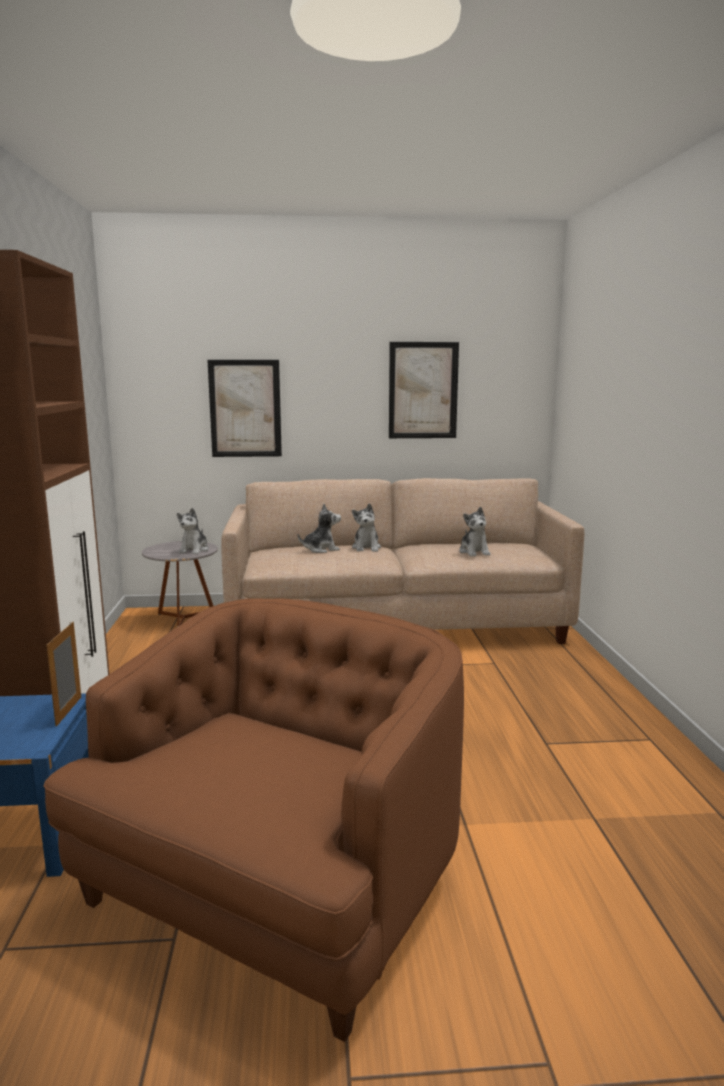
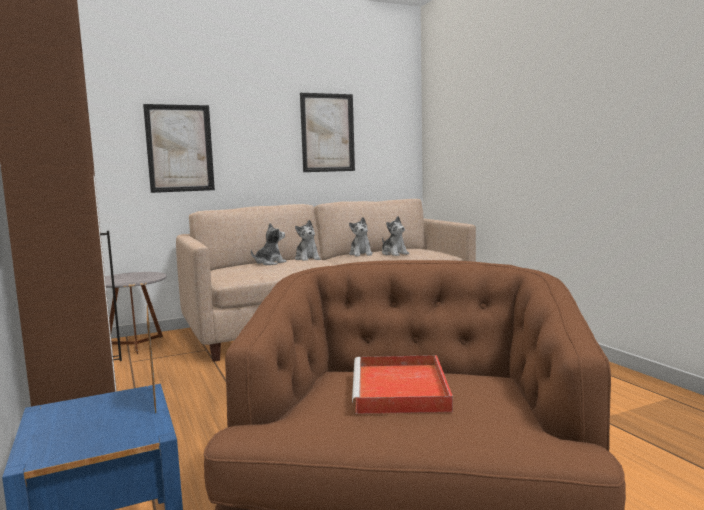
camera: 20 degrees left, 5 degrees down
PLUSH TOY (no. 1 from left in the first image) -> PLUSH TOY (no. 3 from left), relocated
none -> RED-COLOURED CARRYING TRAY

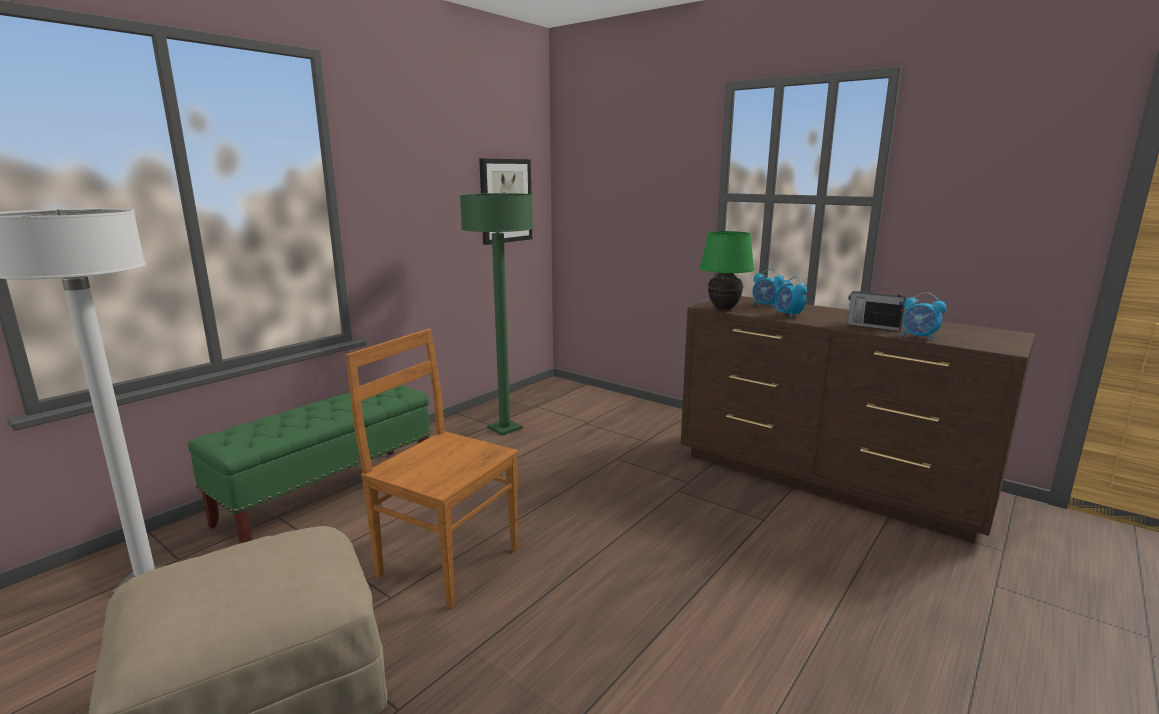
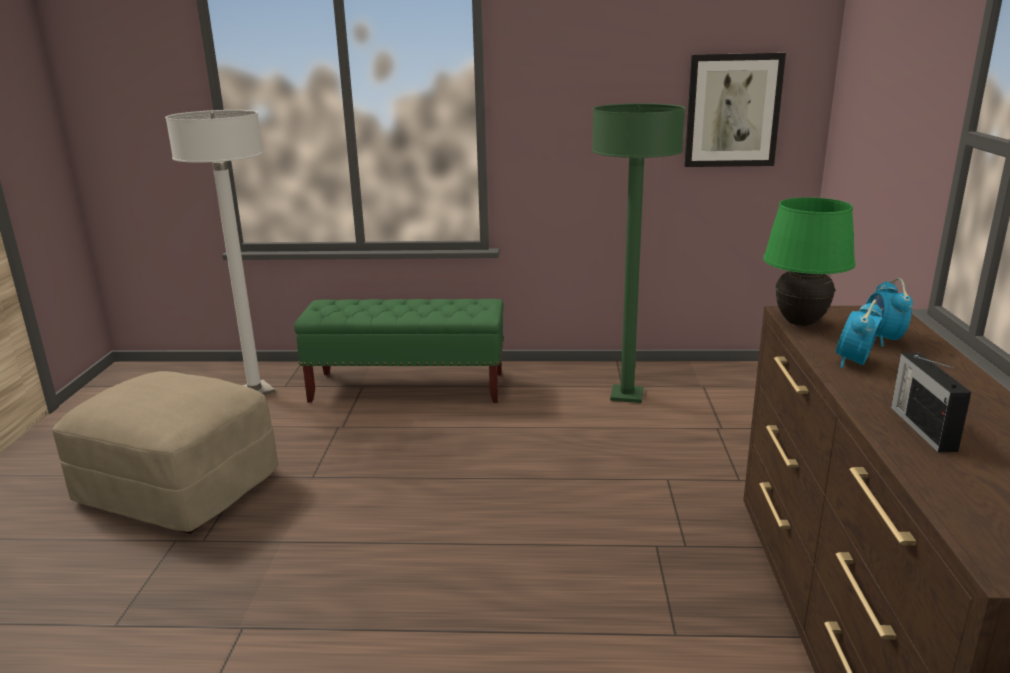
camera: 55 degrees right, 5 degrees up
BROWN-COLOURED CHAIR -> none
ALARM CLOCK (no. 3 from left) -> none

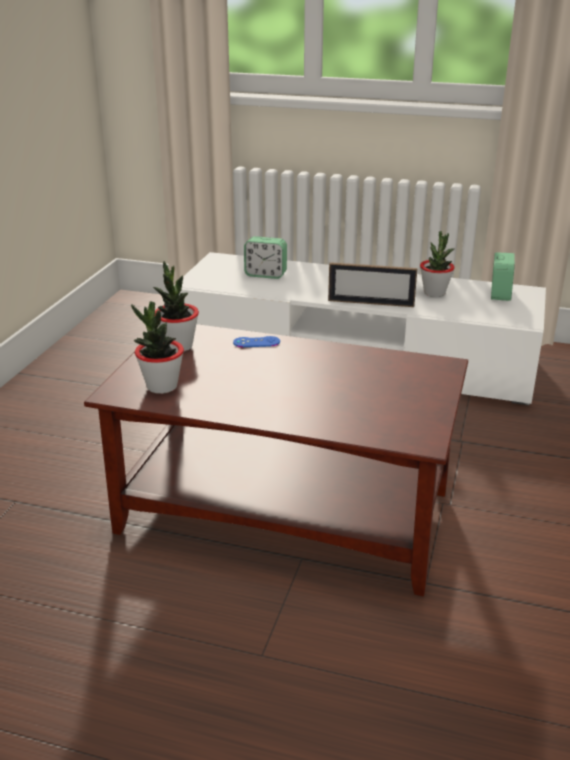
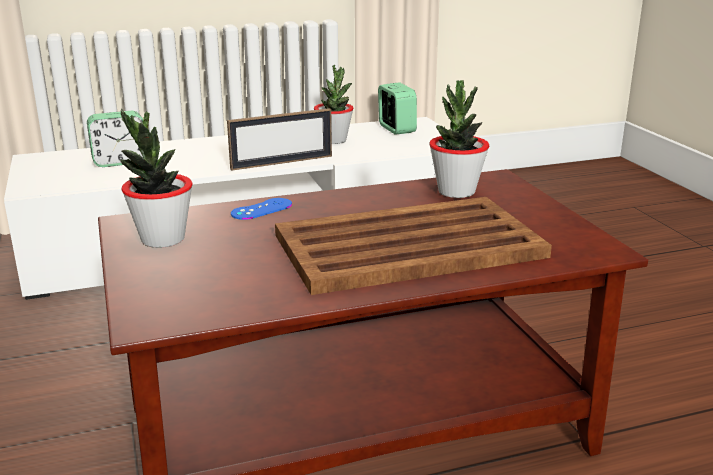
camera: 35 degrees left, 5 degrees down
HOUSEPLANT (no. 1 from left in the first image) -> HOUSEPLANT (no. 3 from left), relocated
none -> BROWN-COLOURED CARRYING TRAY

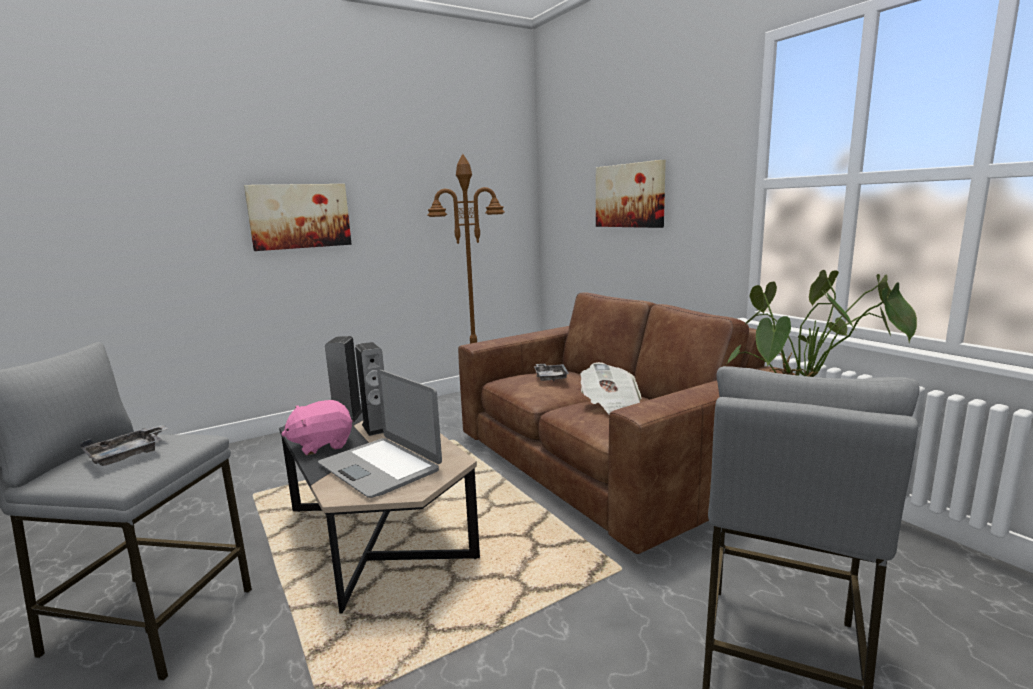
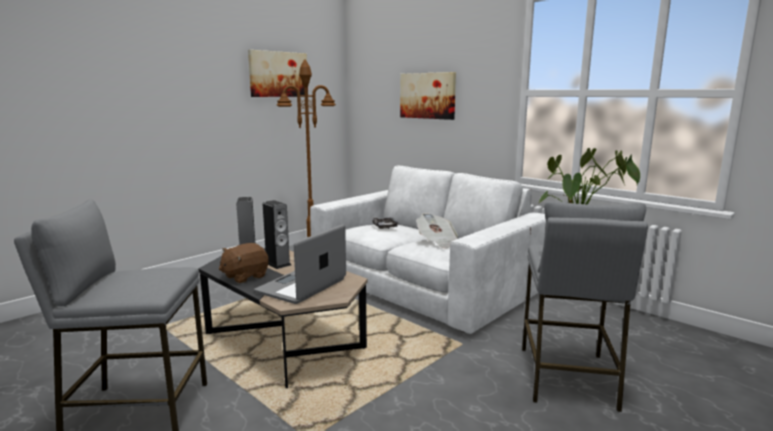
camera: 15 degrees left, 0 degrees up
GREYISH CARRYING TRAY (no. 1 from left) -> none
WALL PICTURE (no. 1 from left), relocated
PINK PLUSH TOY -> BROWN-COLOURED PLUSH TOY
LAPTOP, 90 degrees clockwise
BROWN-COLOURED COUCH -> WHITE COUCH

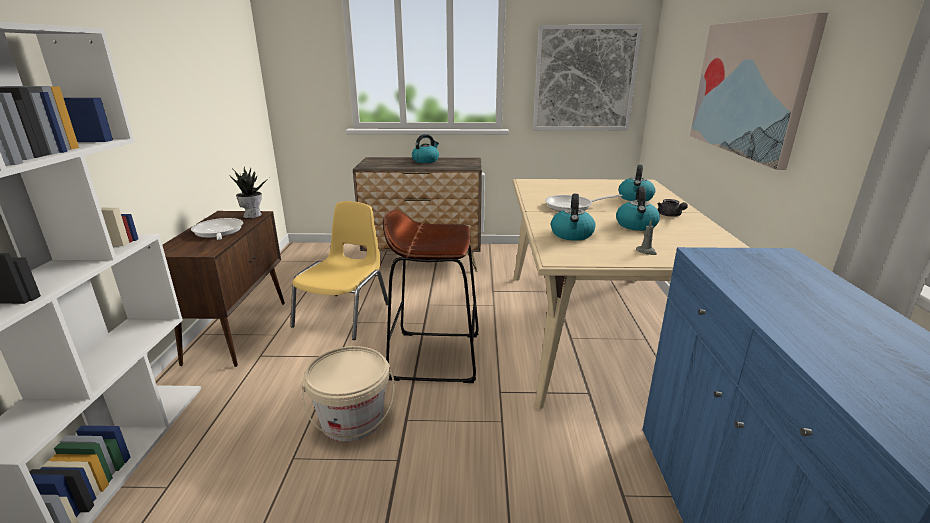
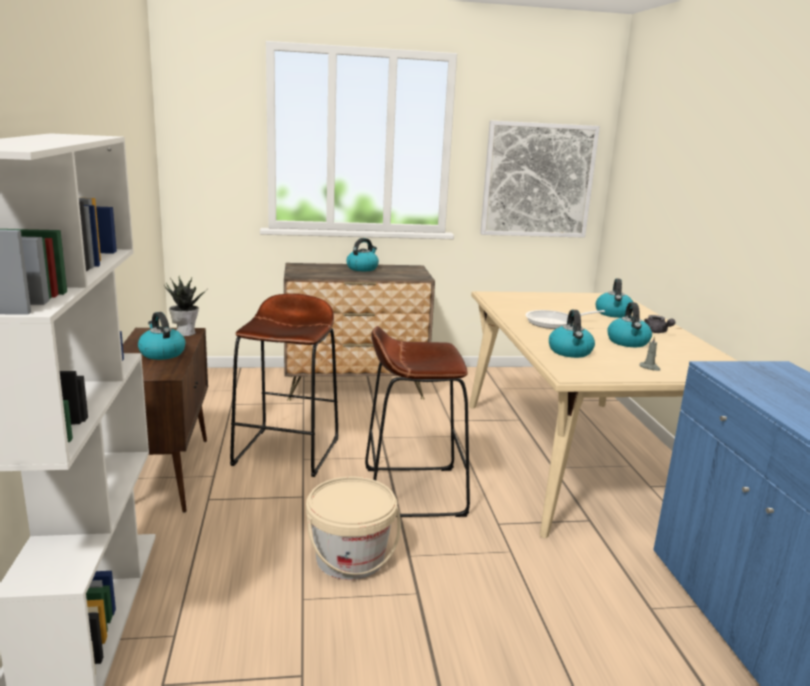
camera: 10 degrees left, 5 degrees down
PAN (no. 1 from left) -> KETTLE (no. 1 from left)
YELLOW-COLOURED CHAIR -> BROWN-COLOURED STOOL SEAT (no. 1 from left)
WALL PICTURE (no. 2 from left) -> none

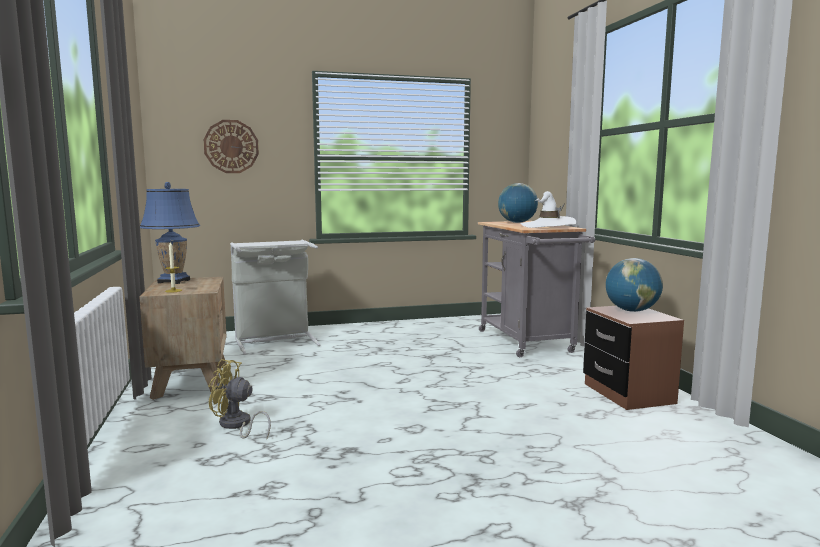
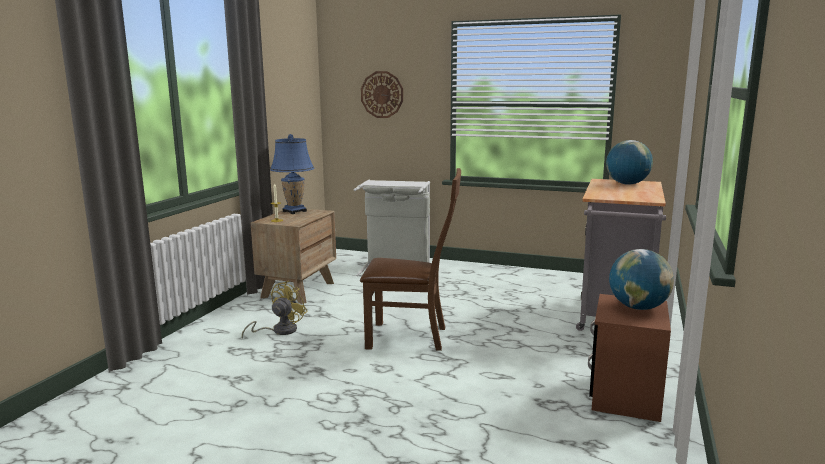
camera: 35 degrees right, 5 degrees up
YELLOW-COLOURED FAN, 75 degrees clockwise
WHITE HAT -> none
none -> BROWN-COLOURED CHAIR

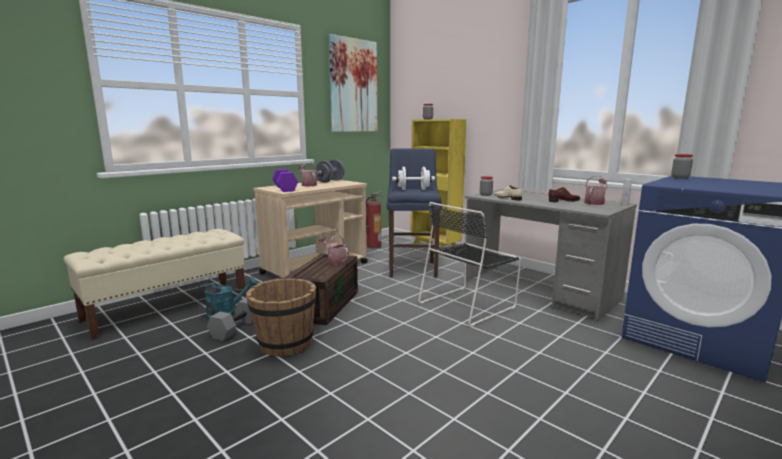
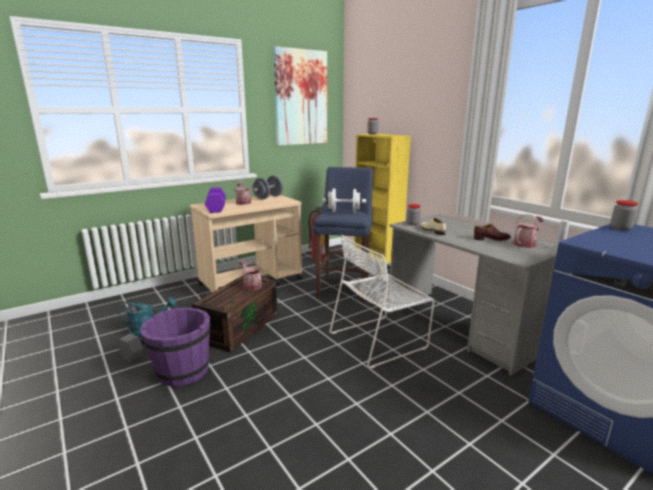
camera: 10 degrees right, 5 degrees up
BEIGE INDOOR BENCH -> none
BROWN-COLOURED BUCKET -> PURPLE BUCKET
BLACK CHAIR -> WHITE CHAIR

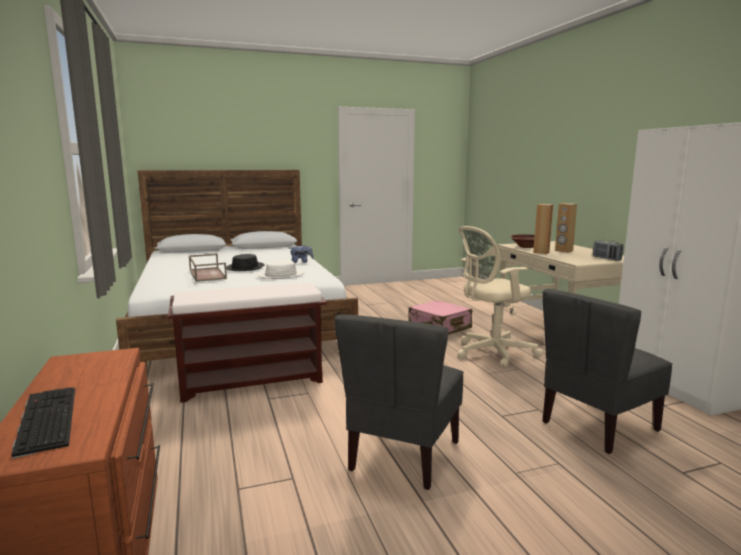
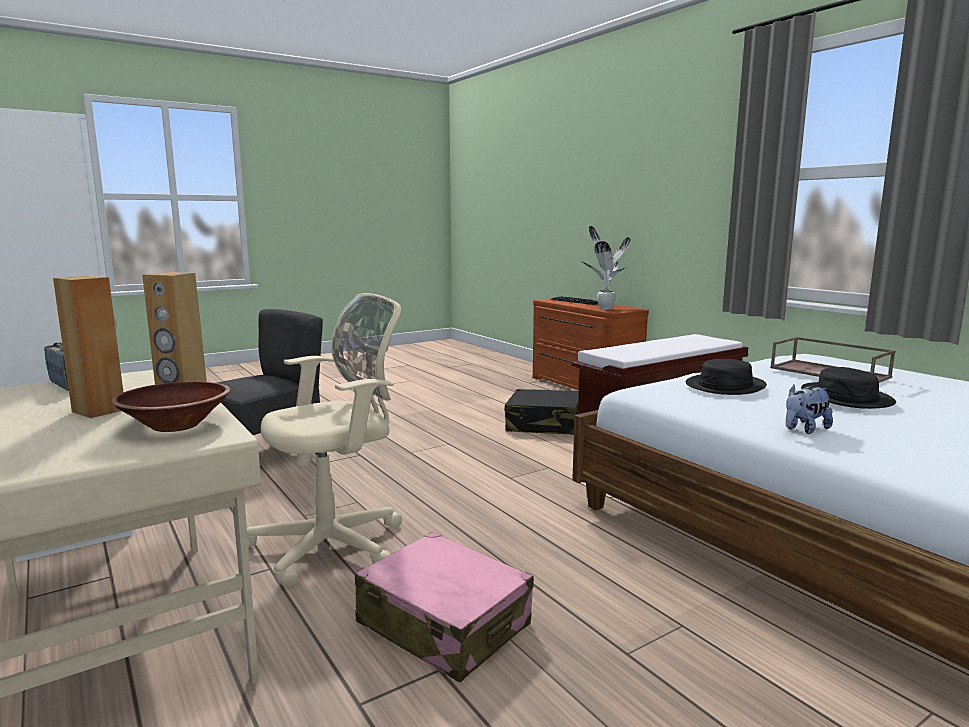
camera: 165 degrees right, 0 degrees up
WHITE HAT -> BLACK HAT (no. 1 from left)
GREYISH CHAIR (no. 1 from left) -> none
none -> BLACK PIECE OF LUGGAGE
none -> HOUSEPLANT

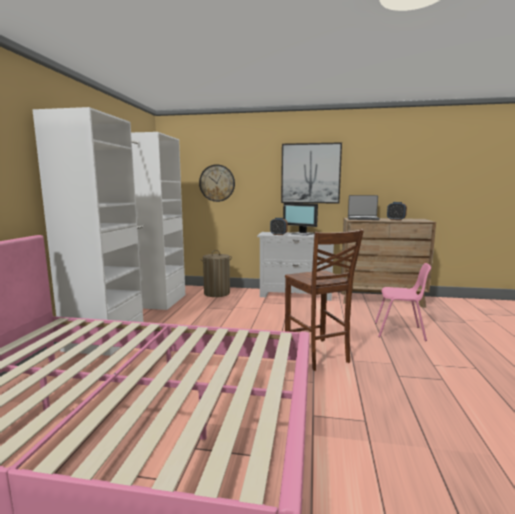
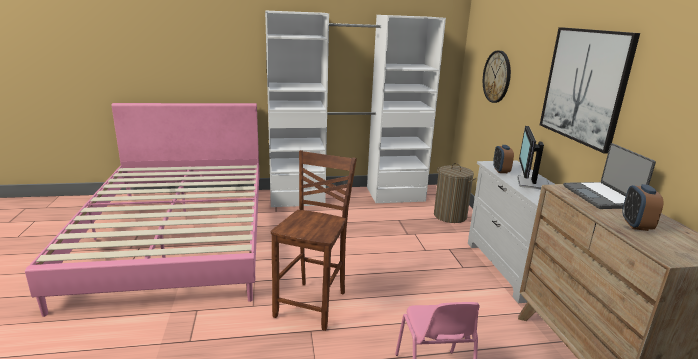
camera: 70 degrees right, 10 degrees up
BROWN-COLOURED CHAIR, 150 degrees clockwise

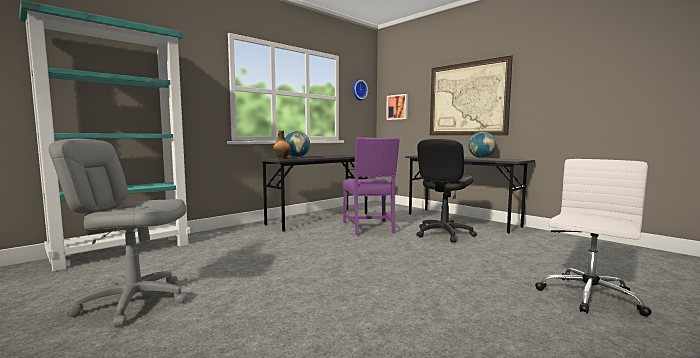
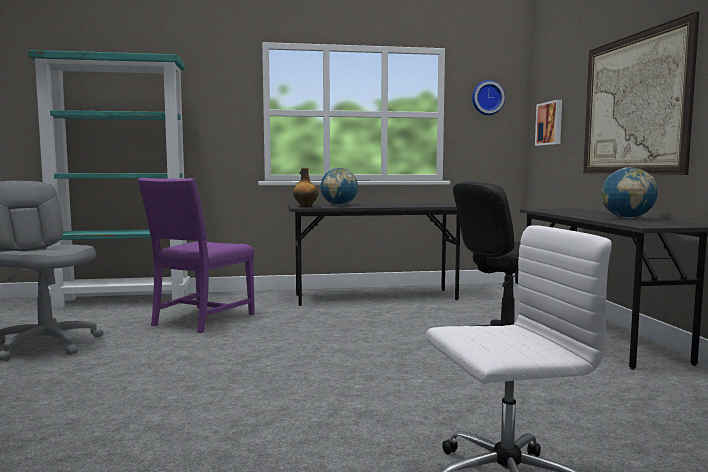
camera: 35 degrees right, 0 degrees up
PURPLE CHAIR, relocated

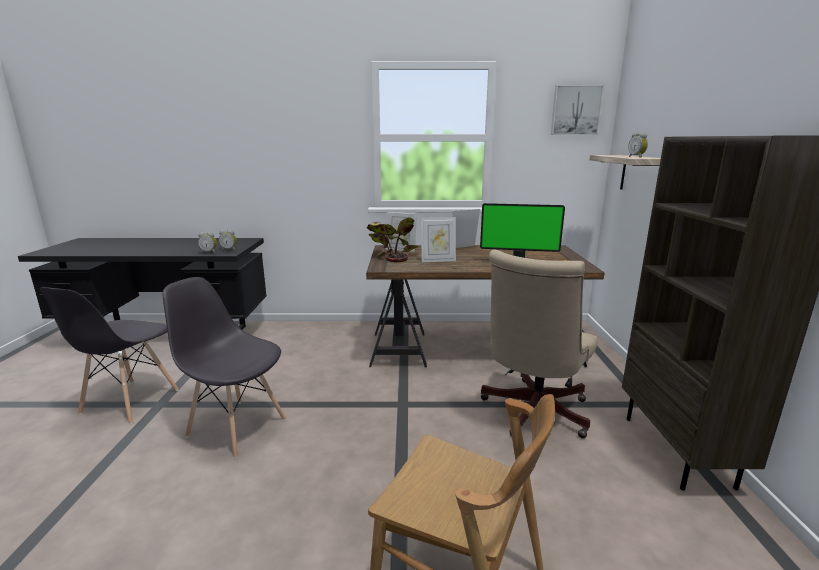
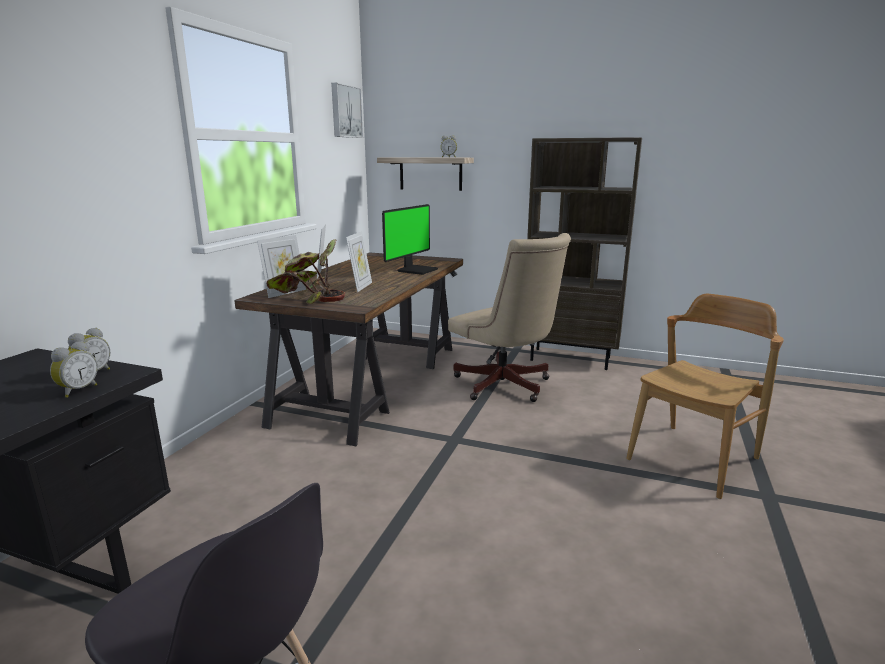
camera: 70 degrees left, 0 degrees up
GREYISH CHAIR (no. 2 from left) -> none

